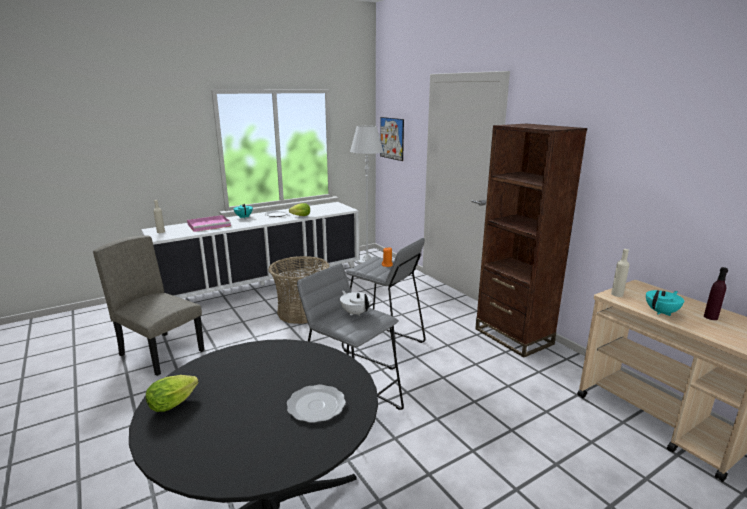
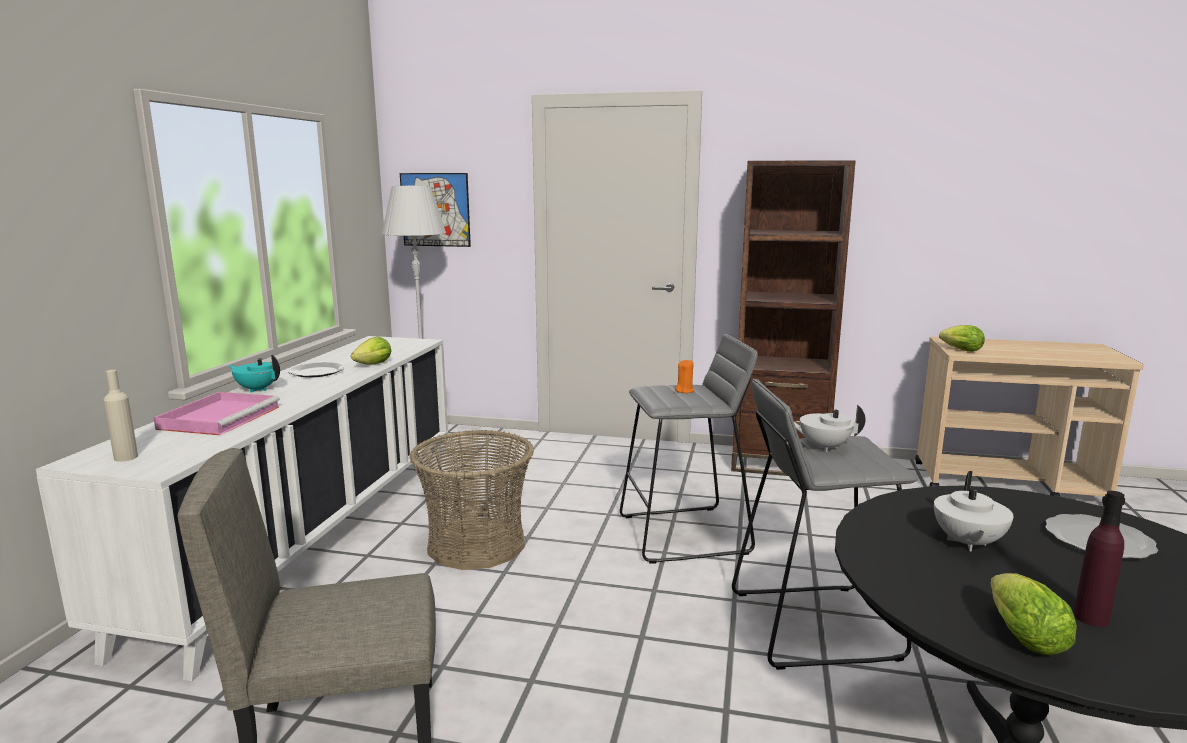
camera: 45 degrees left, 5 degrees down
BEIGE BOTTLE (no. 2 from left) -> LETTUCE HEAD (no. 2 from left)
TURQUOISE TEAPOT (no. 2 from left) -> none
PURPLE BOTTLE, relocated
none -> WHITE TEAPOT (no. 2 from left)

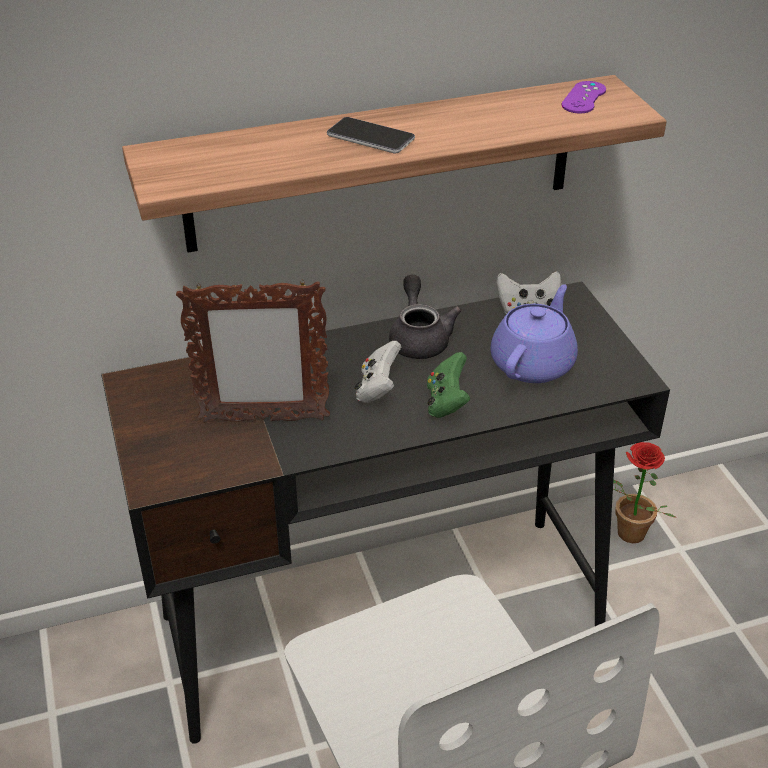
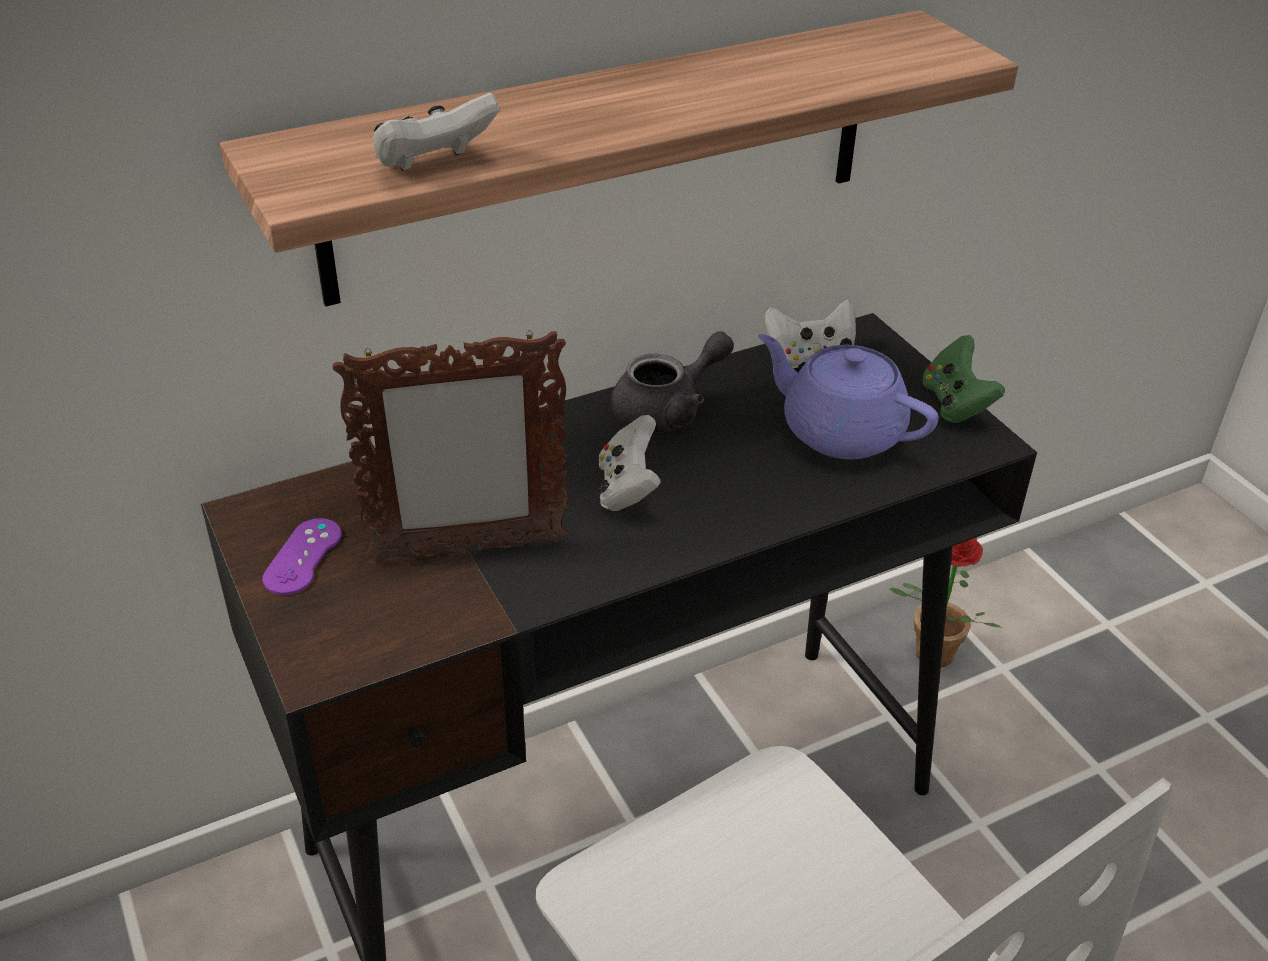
camera: 10 degrees left, 0 degrees up
HANDSET -> none
GREYISH TEAPOT, 75 degrees clockwise
GREENISH GAME CONTROLLER, relocated
PURPLE TEAPOT, 75 degrees counterclockwise
PURPLE GAME CONTROLLER, relocated
none -> WHITE GAME CONTROLLER (no. 1 from left)

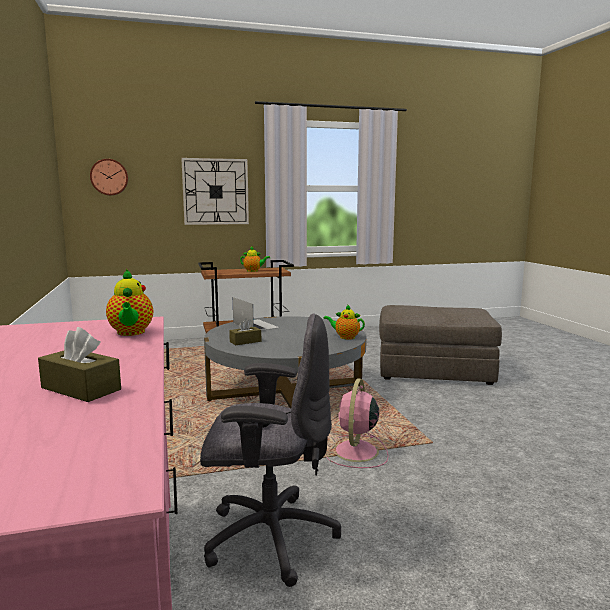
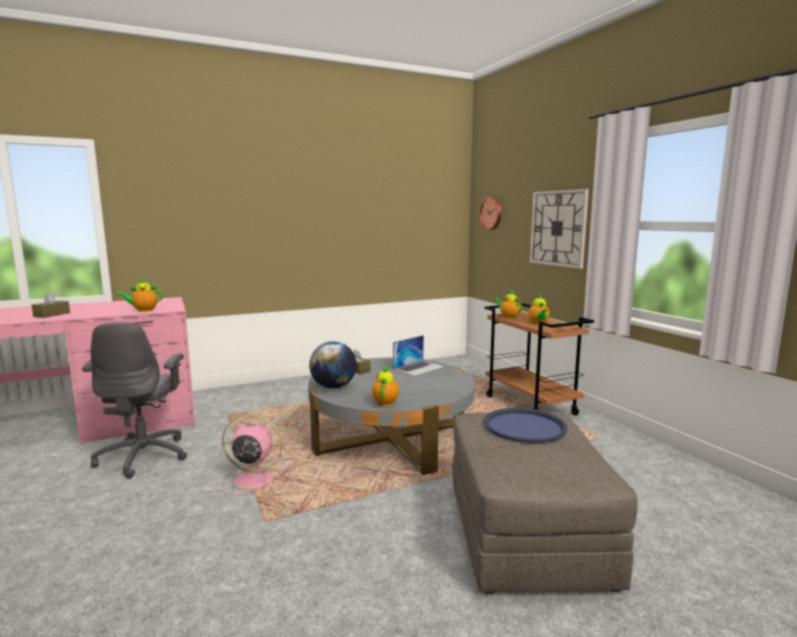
camera: 80 degrees right, 0 degrees up
none -> WORLD GLOBE
none -> BLUISH CARRYING TRAY
none -> TEAPOT (no. 3 from left)

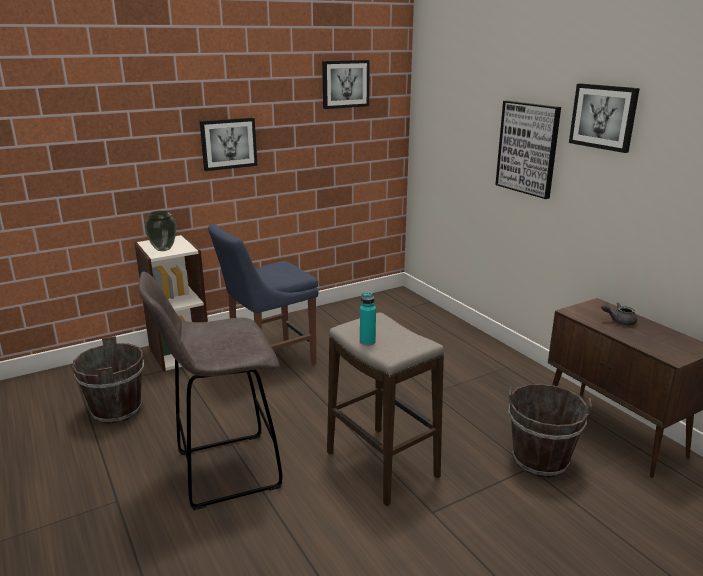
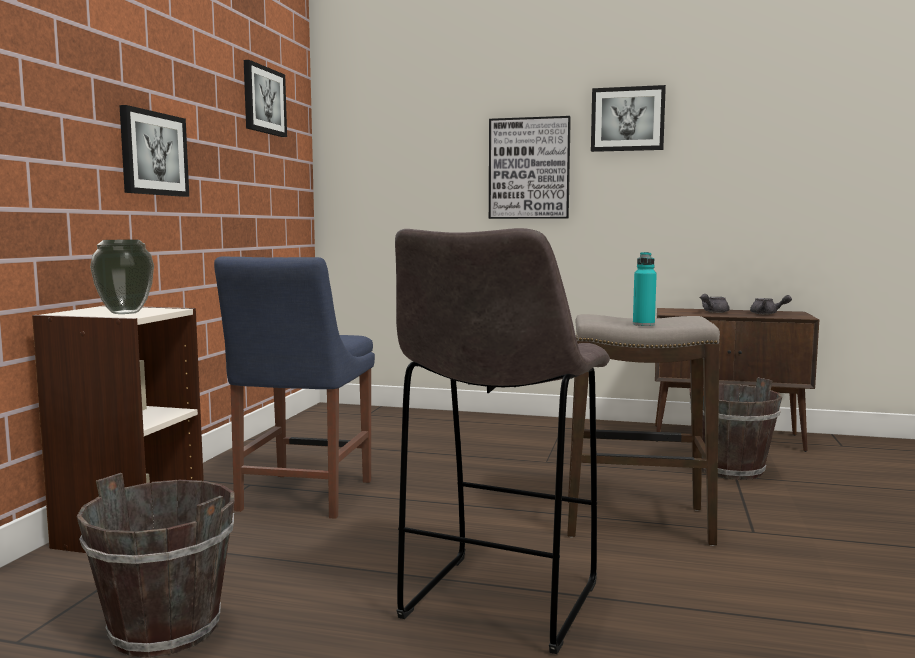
camera: 45 degrees left, 15 degrees down
none -> GREYISH TEAPOT (no. 2 from left)

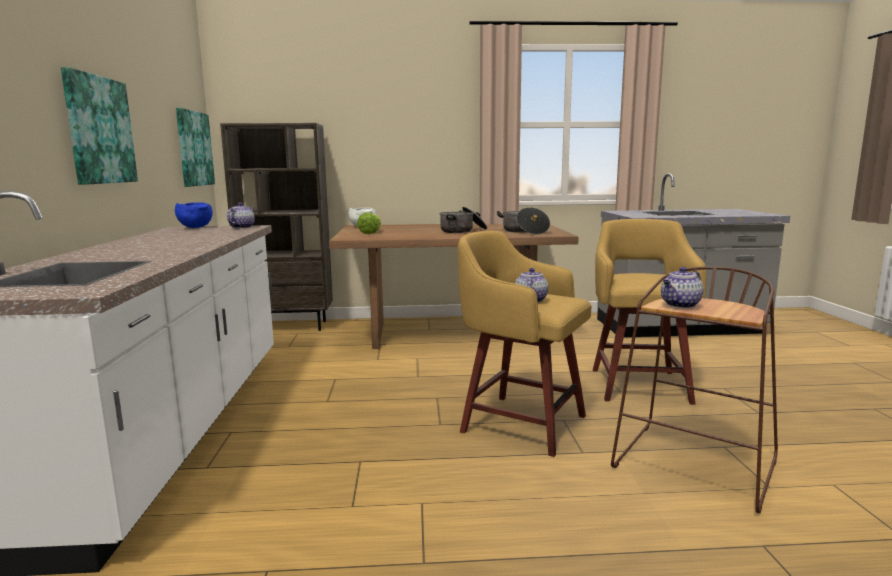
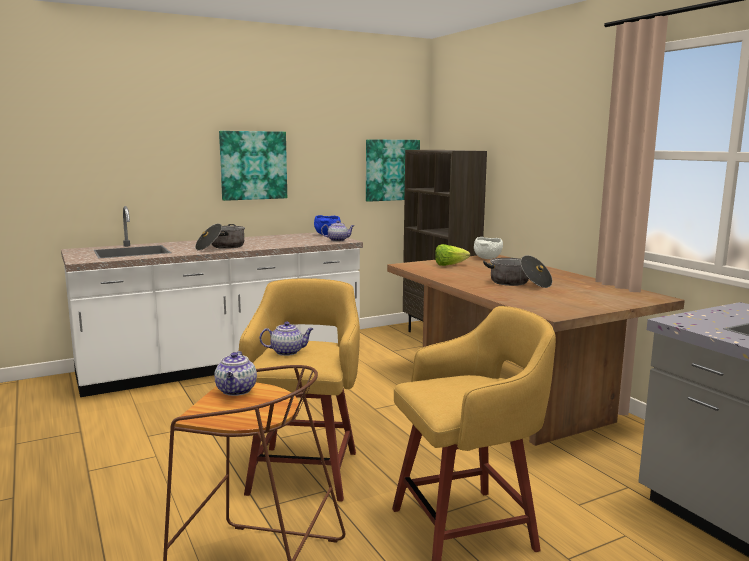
camera: 65 degrees right, 0 degrees up
COOKING POT (no. 2 from left in the first image) -> COOKING POT (no. 1 from left), relocated
TEAPOT (no. 3 from left in the first image) -> TEAPOT (no. 1 from left), 120 degrees counterclockwise

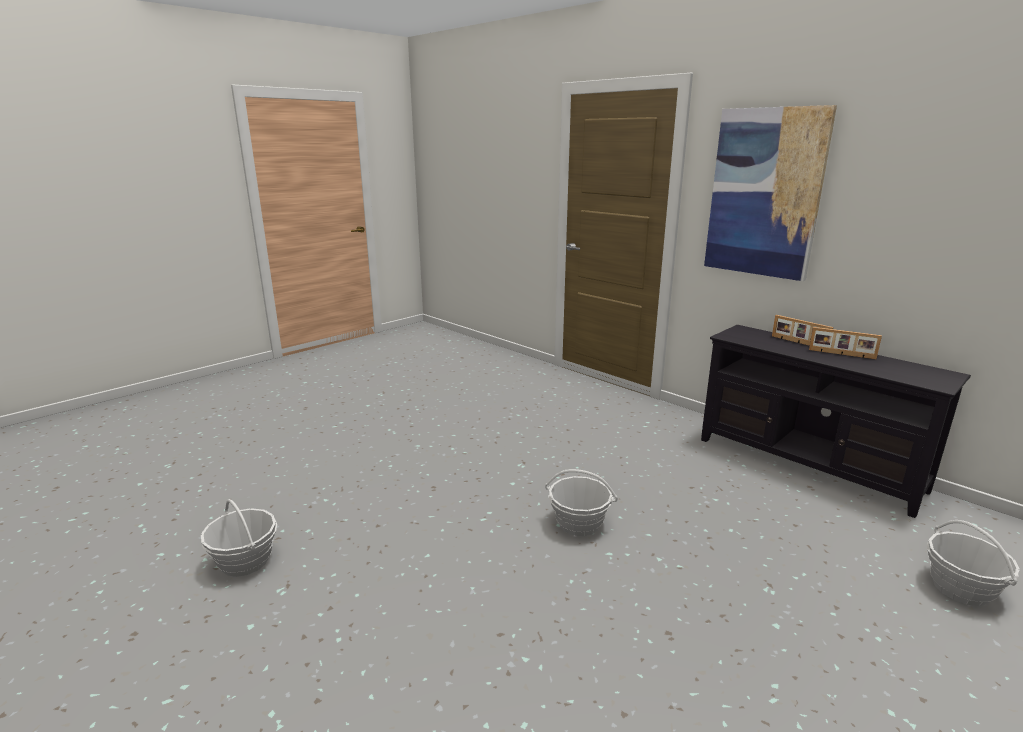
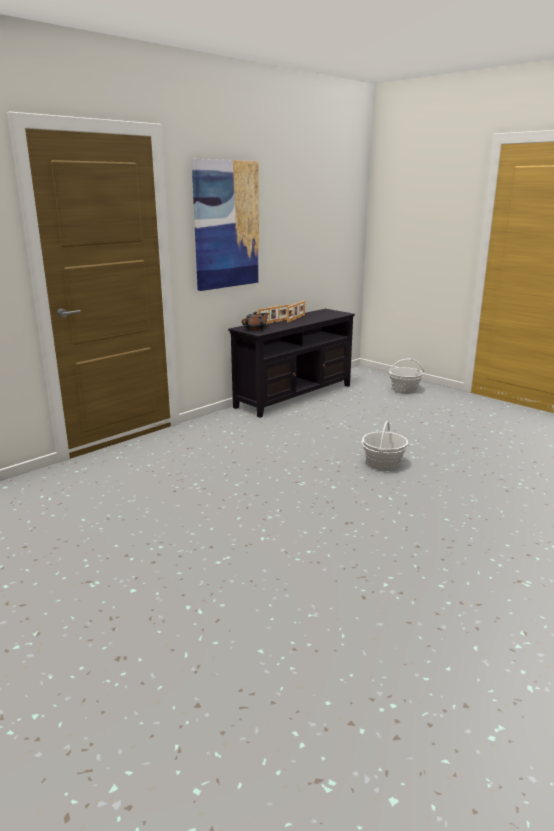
camera: 90 degrees left, 0 degrees up
HOUSEHOLD BASKET (no. 1 from left) -> none
none -> BROWN-COLOURED TEAPOT

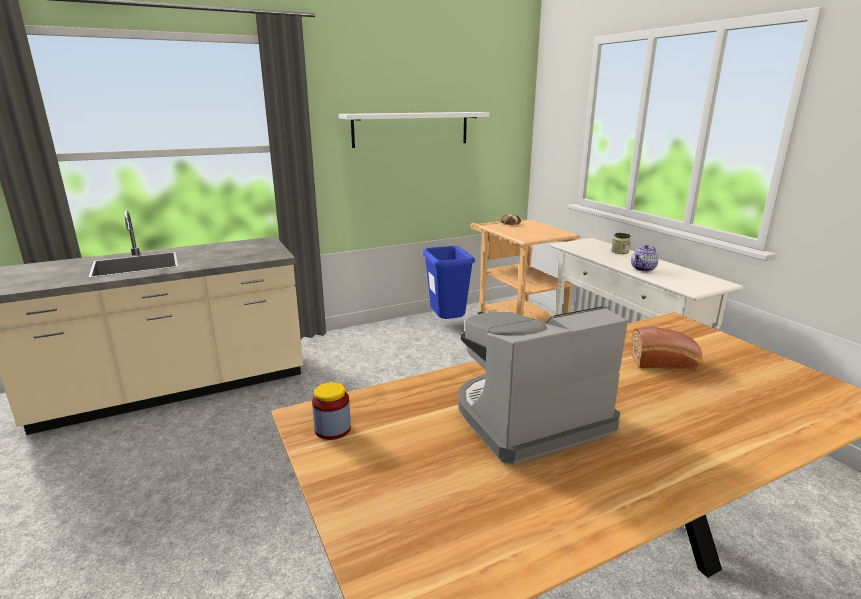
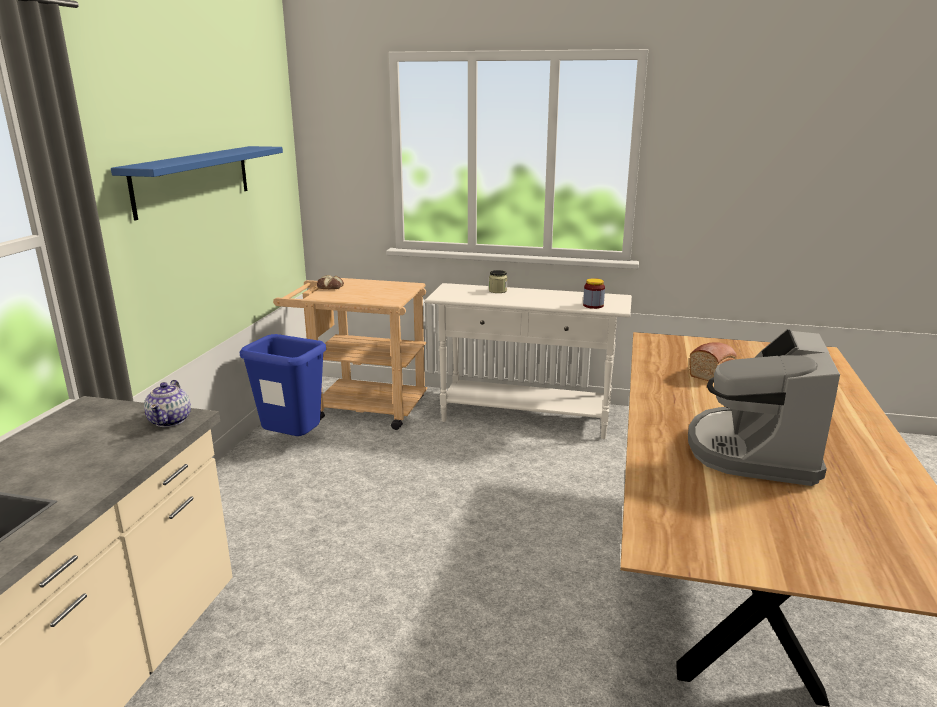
camera: 50 degrees left, 0 degrees up
JAR (no. 1 from left in the first image) -> JAR (no. 2 from left), relocated
WHITE WALL SHELF -> BLUISH WALL SHELF
TEAPOT, relocated

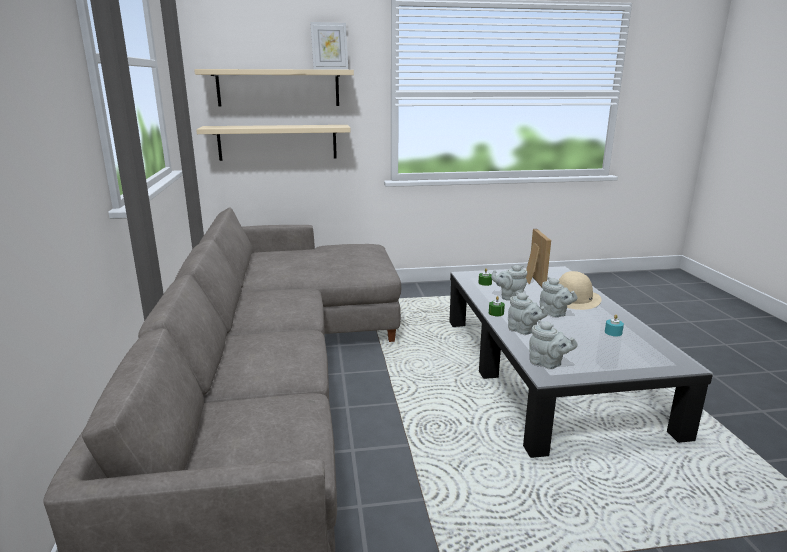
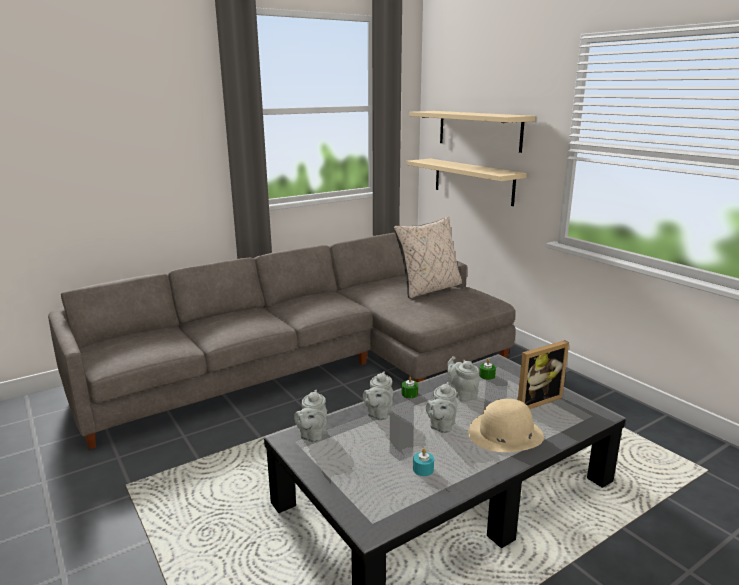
camera: 65 degrees right, 0 degrees up
PHOTO FRAME (no. 1 from left) -> none
none -> BEIGE PILLOW

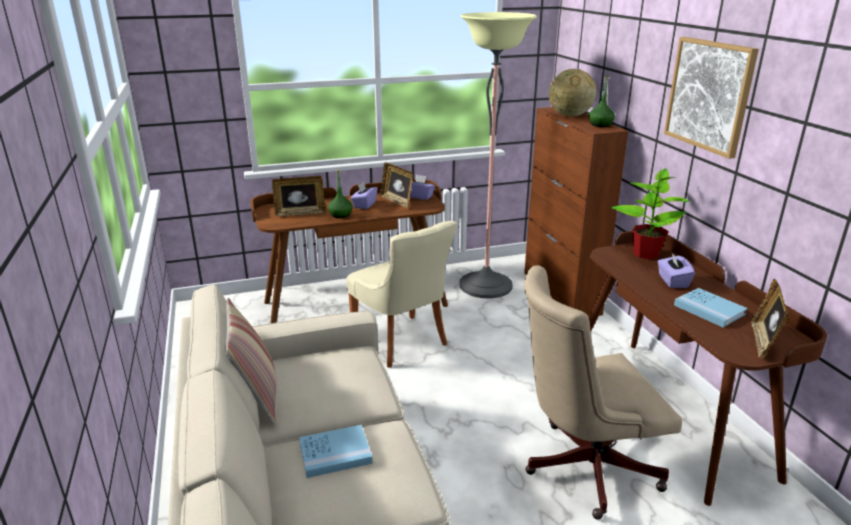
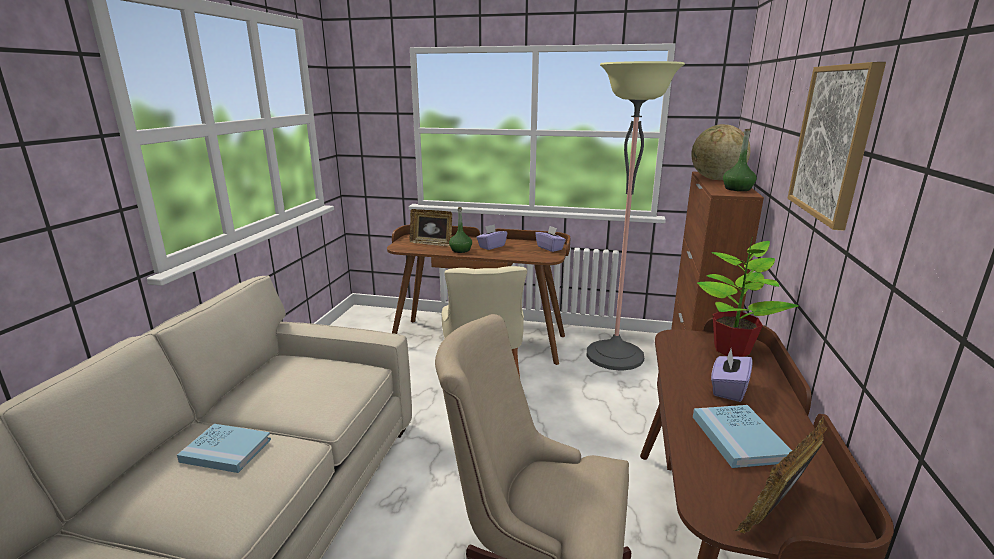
camera: 30 degrees right, 5 degrees down
PILLOW -> none
PHOTO FRAME (no. 2 from left) -> none

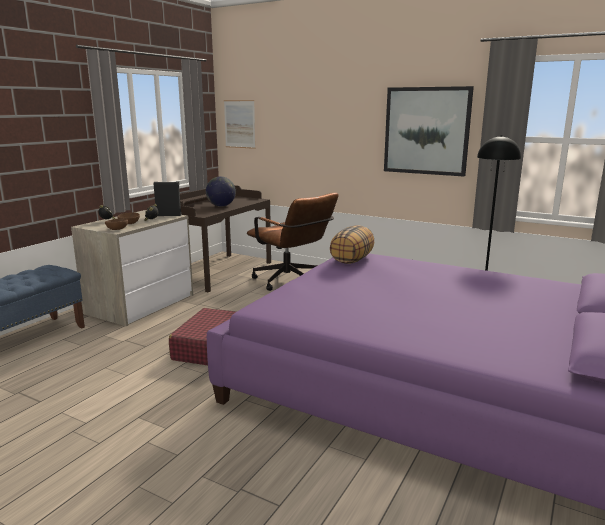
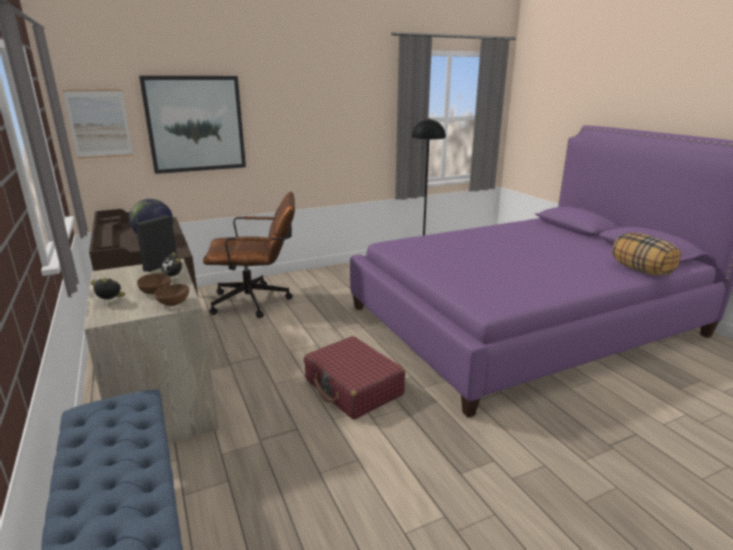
camera: 55 degrees left, 5 degrees up
PILLOW, relocated
WALL PICTURE (no. 2 from left), relocated

